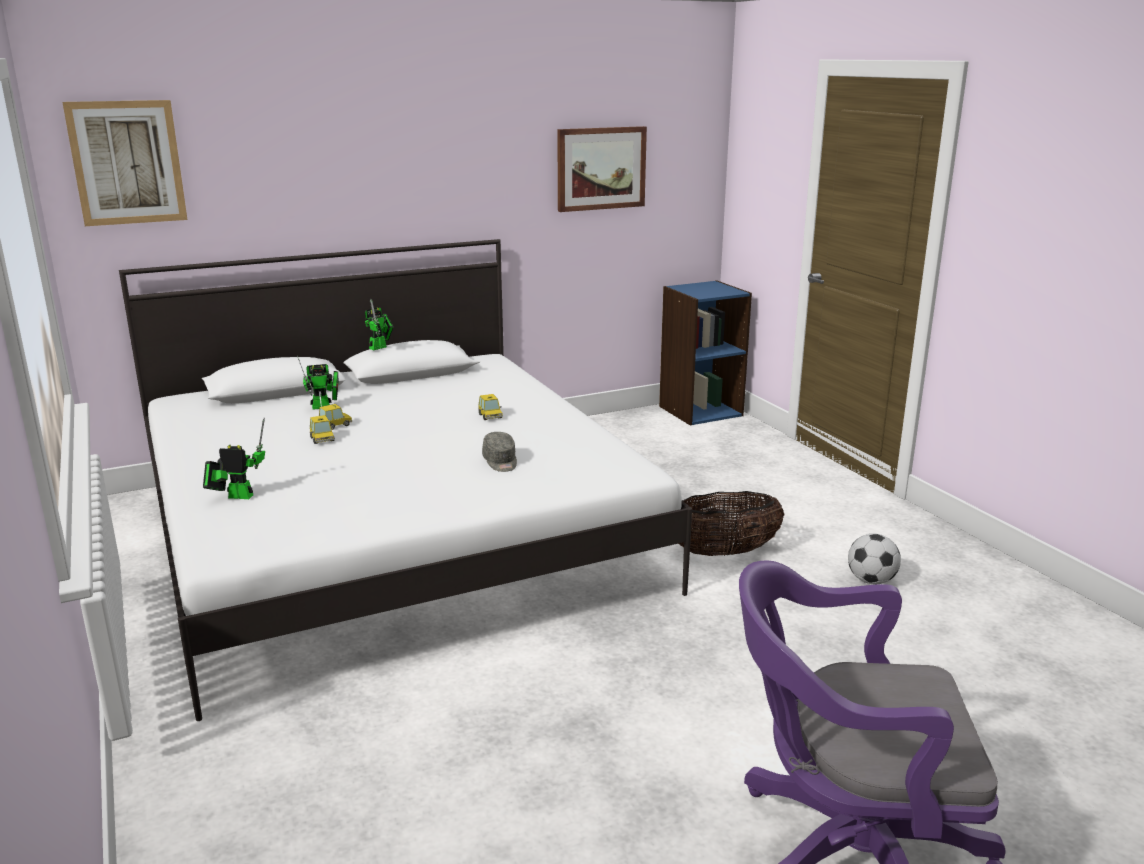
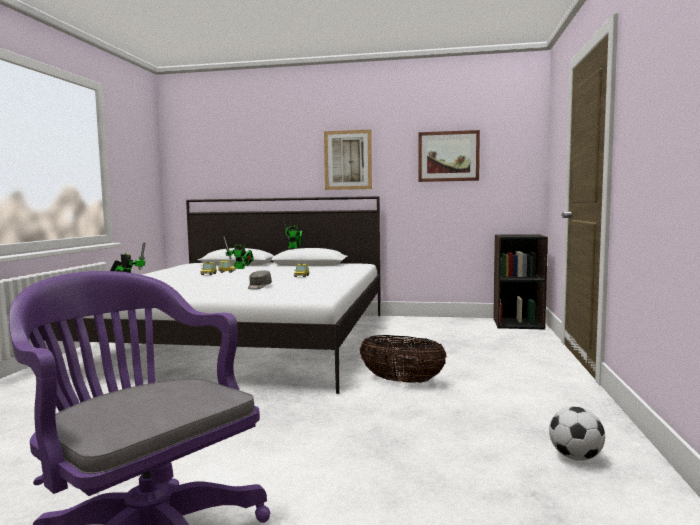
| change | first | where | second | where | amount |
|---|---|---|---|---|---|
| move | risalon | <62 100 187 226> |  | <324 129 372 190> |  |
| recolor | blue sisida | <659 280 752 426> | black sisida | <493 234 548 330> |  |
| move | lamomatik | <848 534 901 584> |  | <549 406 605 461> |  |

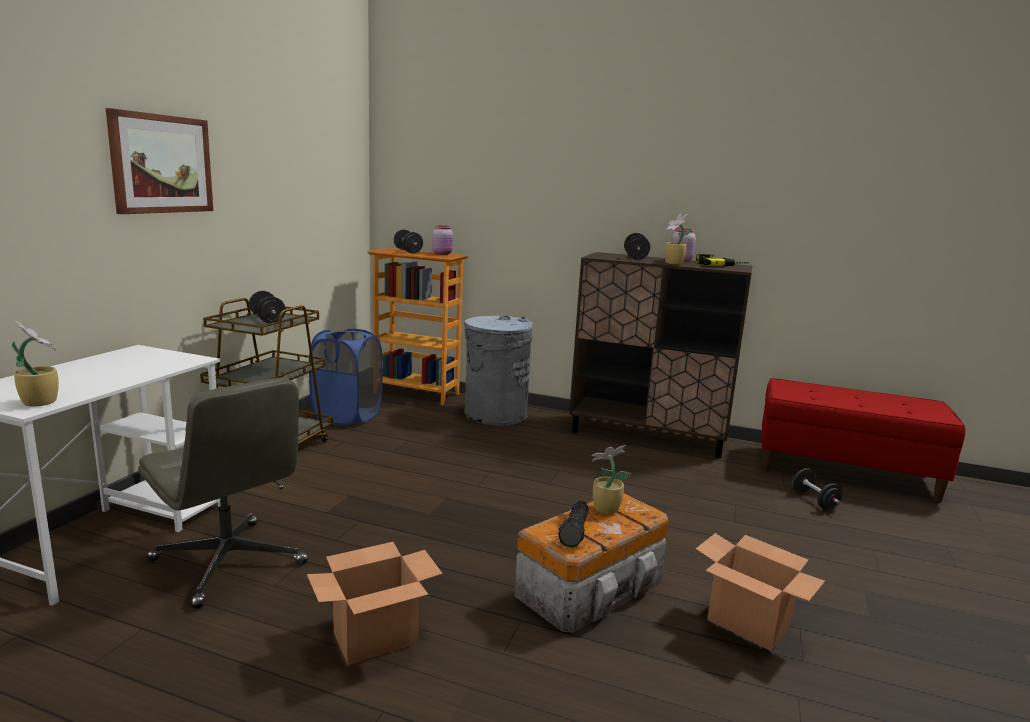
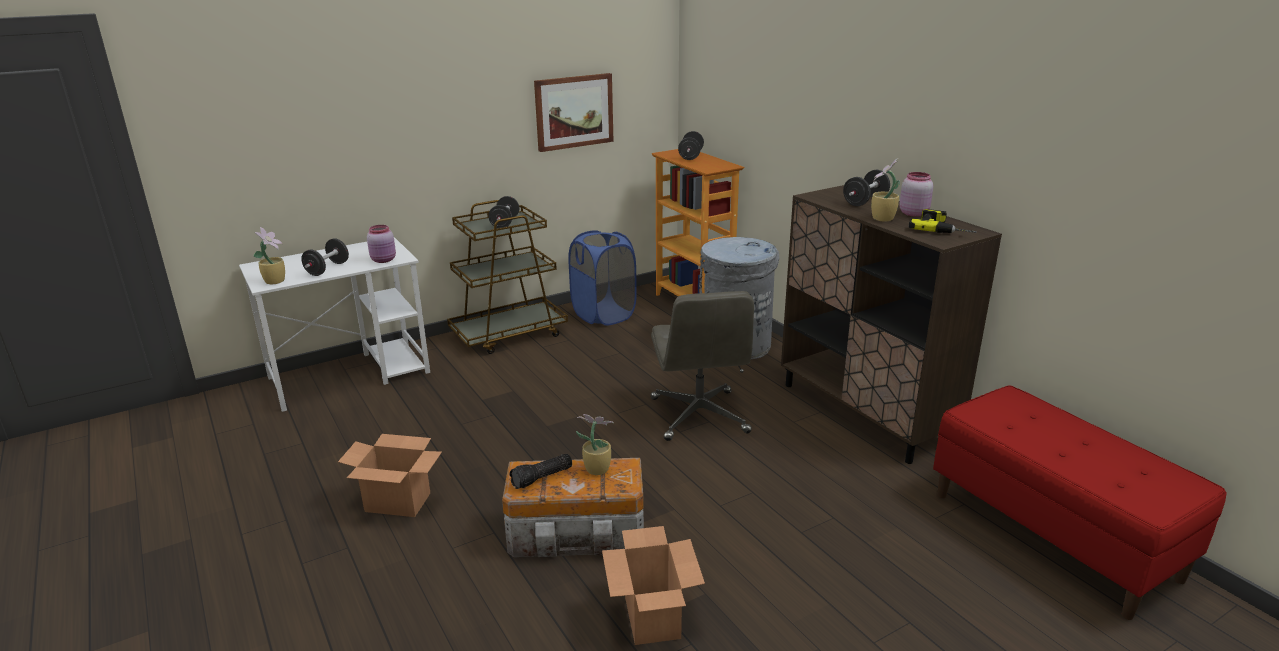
| change | first | where | second | where | amount |
|---|---|---|---|---|---|
| move | risalon | <106 108 213 214> |  | <534 73 614 152> |  |
| move | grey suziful | <138 377 308 609> |  | <651 291 754 441> |  |
| move | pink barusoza | <432 225 453 255> |  | <367 225 396 263> |  |
| move | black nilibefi | <792 468 843 510> |  | <301 238 349 276> |  |

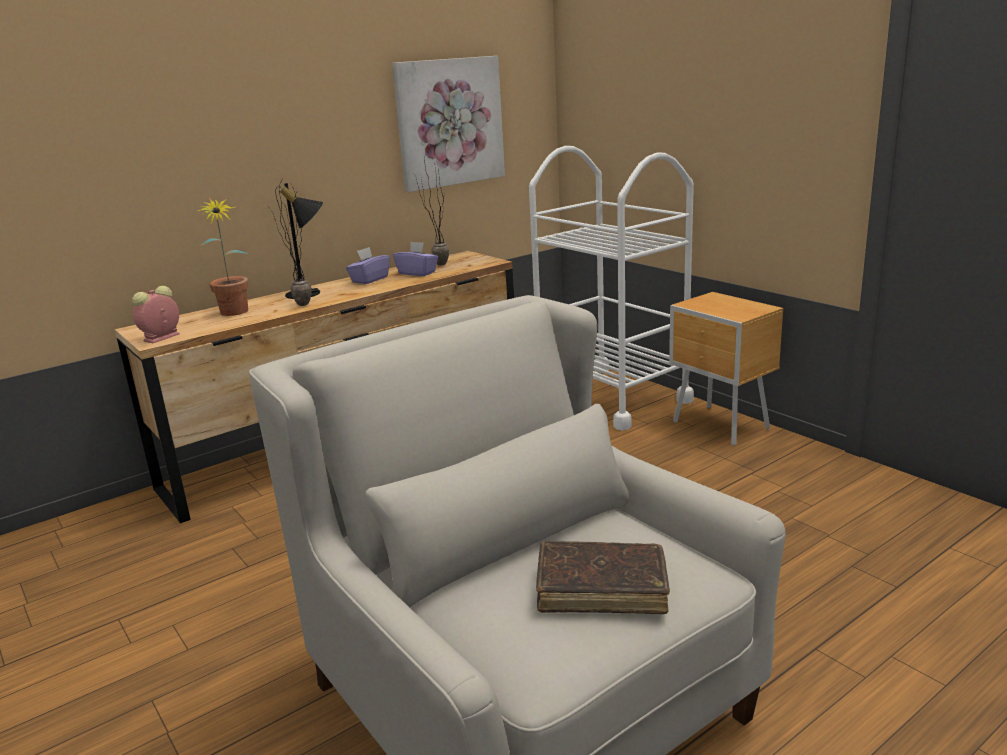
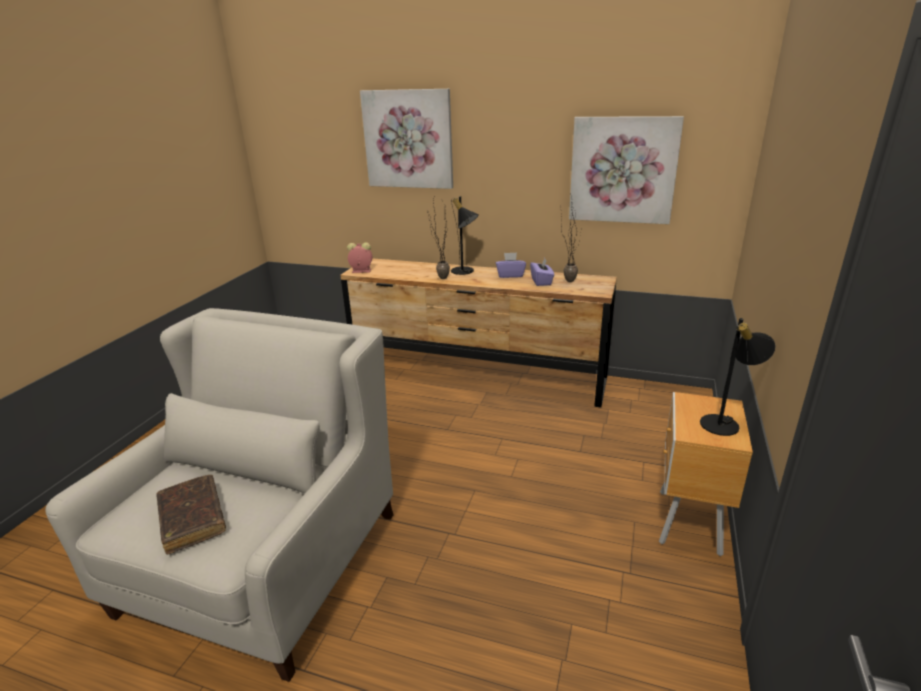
| change | first | where | second | where | amount |
|---|---|---|---|---|---|
| delete | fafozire | <198 198 249 316> |  |  |  |
| delete | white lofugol | <529 146 694 431> |  |  |  |
| insert |  |  | risalon | <360 89 453 189> |  |
| insert |  |  | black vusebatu | <700 318 776 436> |  |

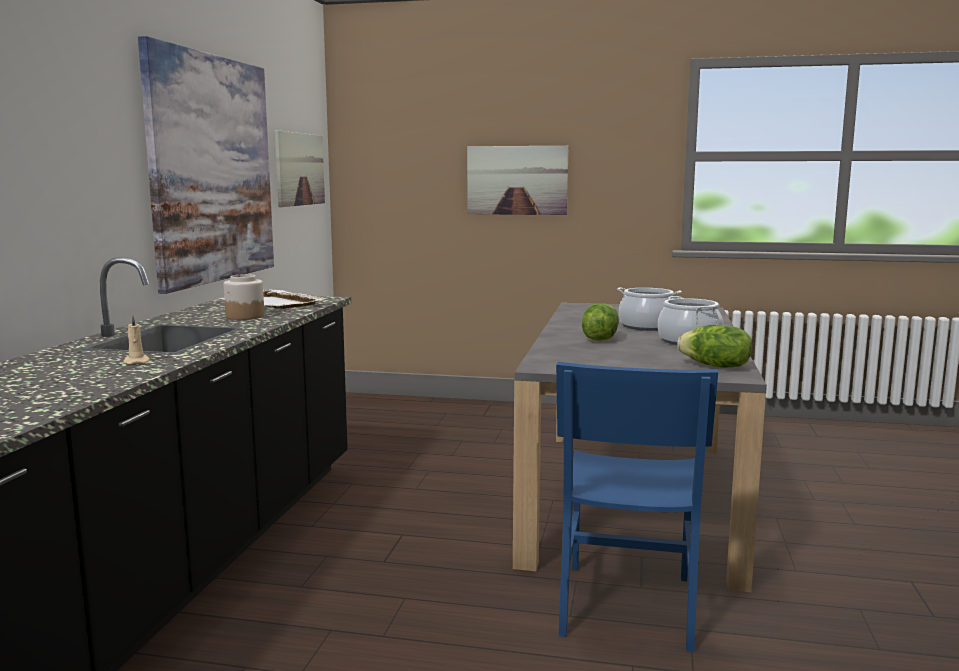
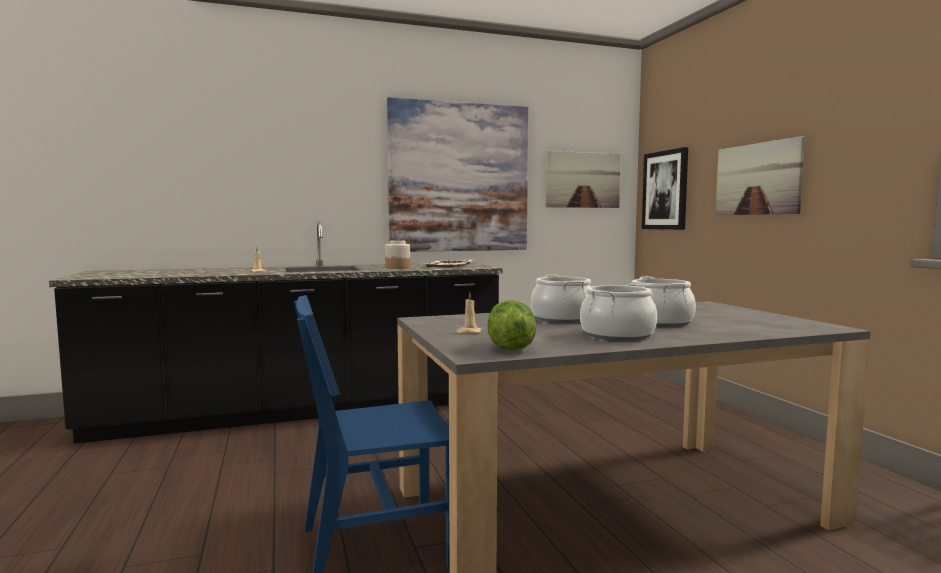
| change | first | where | second | where | amount |
|---|---|---|---|---|---|
| replace | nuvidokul | <582 303 619 341> | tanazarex | <531 275 591 323> |  |
| insert |  |  | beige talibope | <456 292 481 333> |  |
| insert |  |  | risalon | <642 147 688 230> |  |

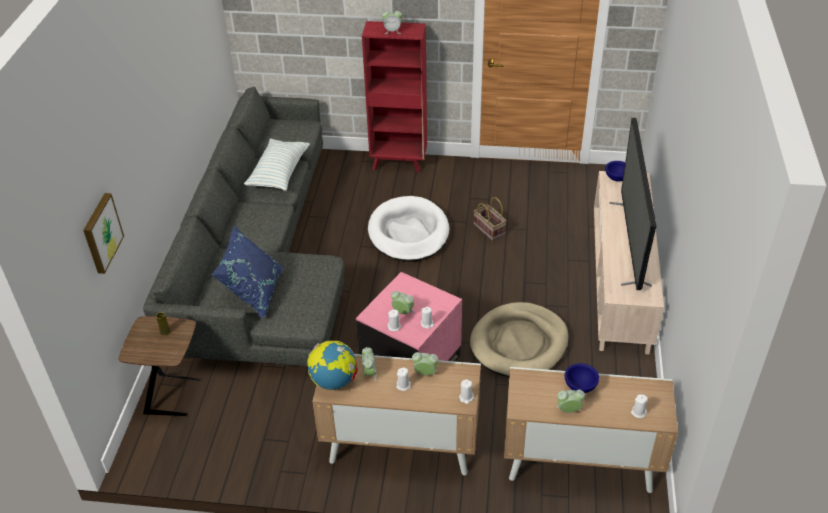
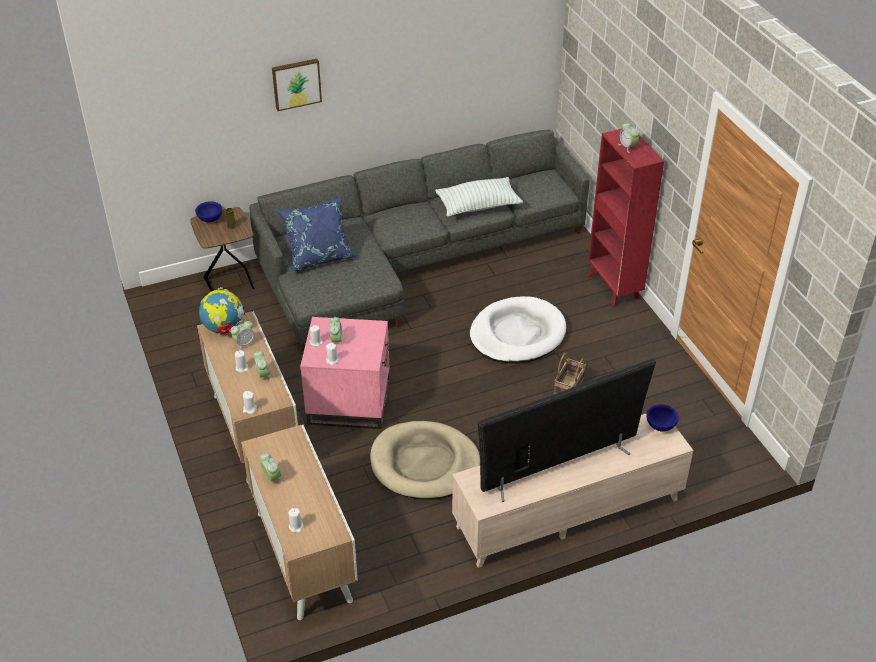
| change | first | where | second | where | amount |
|---|---|---|---|---|---|
| move | risalon | <83 193 124 274> |  | <272 59 322 111> |  |
| move | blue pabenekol | <565 363 599 393> |  | <195 201 222 222> |  |

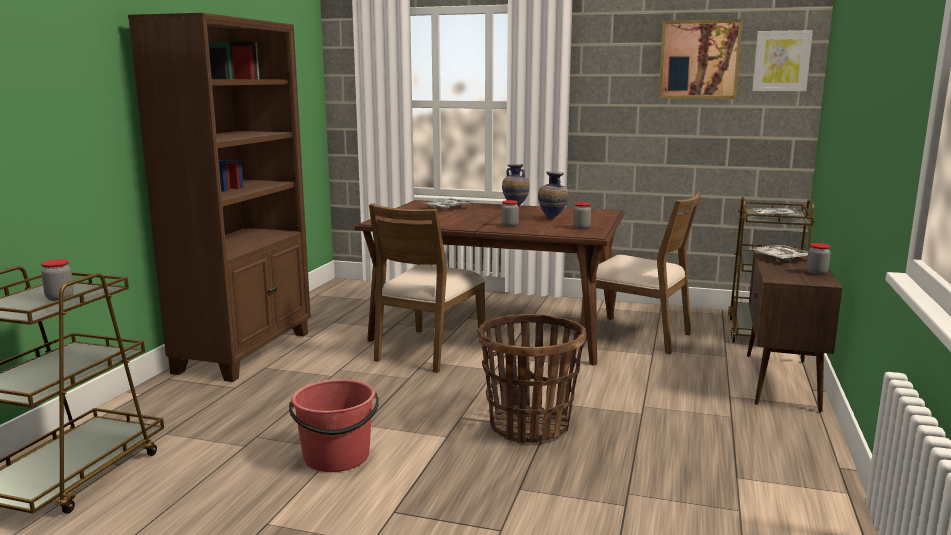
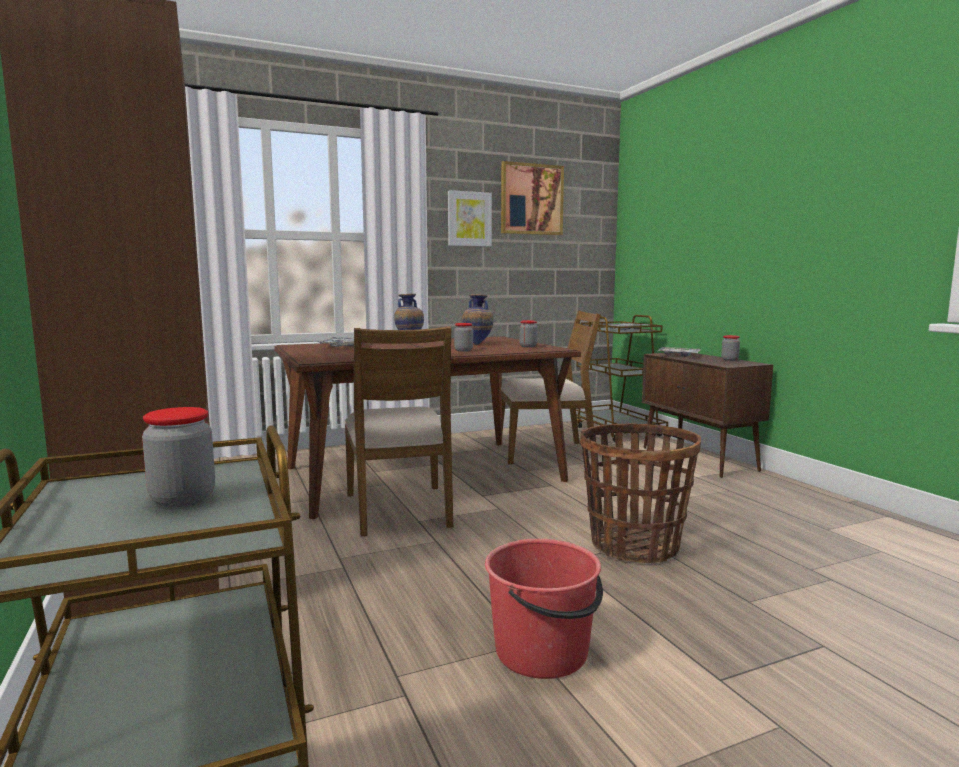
| change | first | where | second | where | amount |
|---|---|---|---|---|---|
| move | risalon | <752 30 813 91> |  | <448 190 492 247> |  |

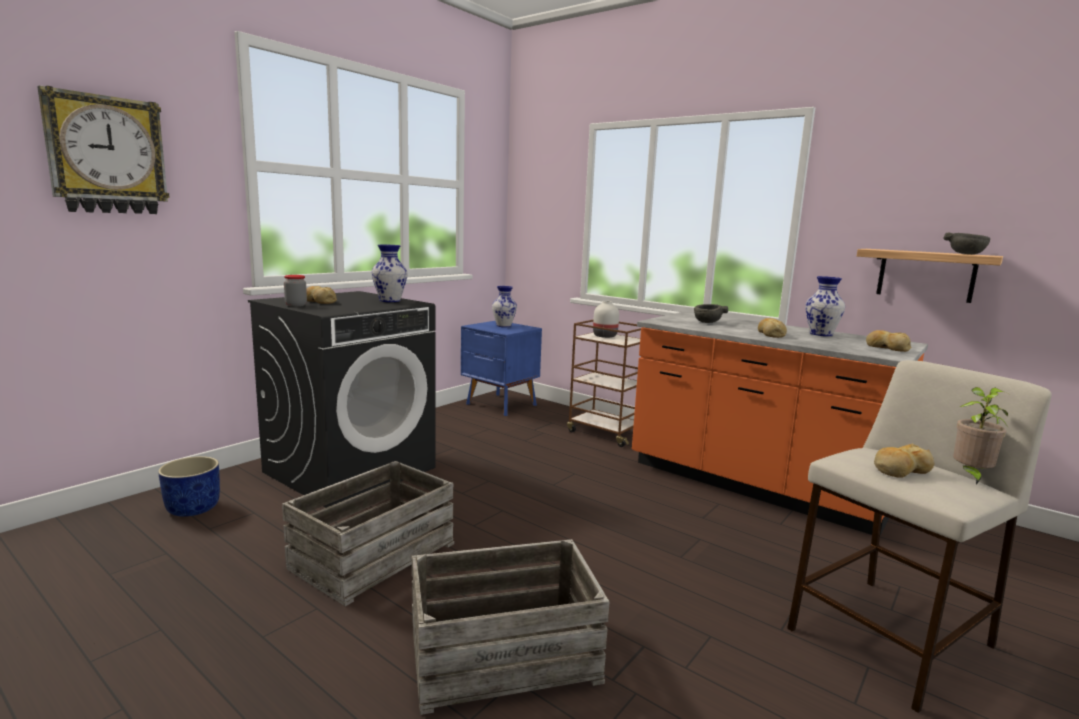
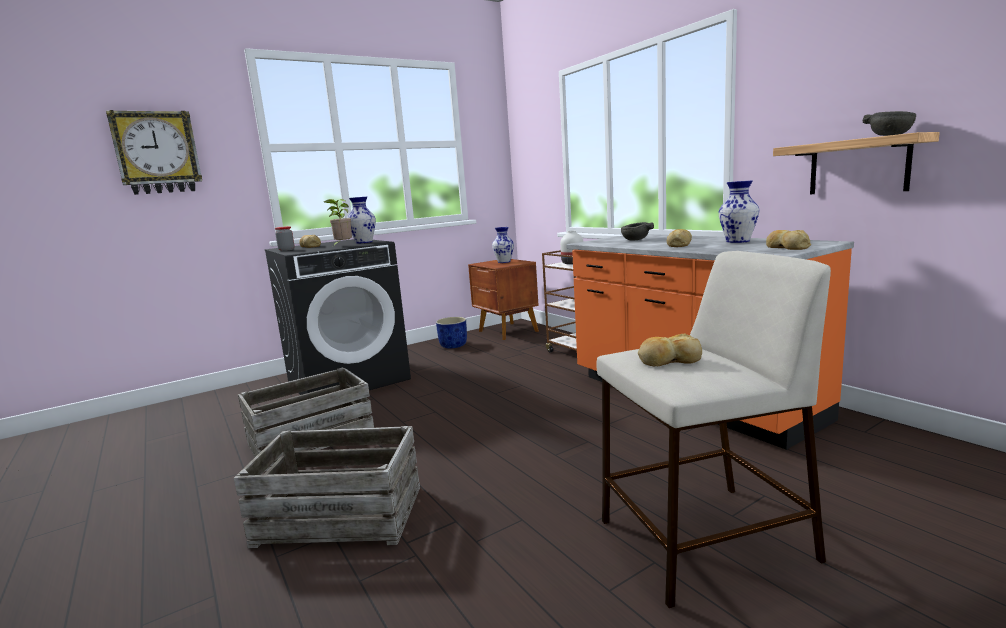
| change | first | where | second | where | amount |
|---|---|---|---|---|---|
| move | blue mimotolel | <158 456 220 517> |  | <436 317 467 348> |  |
| recolor | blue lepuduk | <461 321 542 416> | brown lepuduk | <468 259 539 340> |  |
| move | fafozire | <953 387 1008 484> |  | <324 199 352 246> |  |

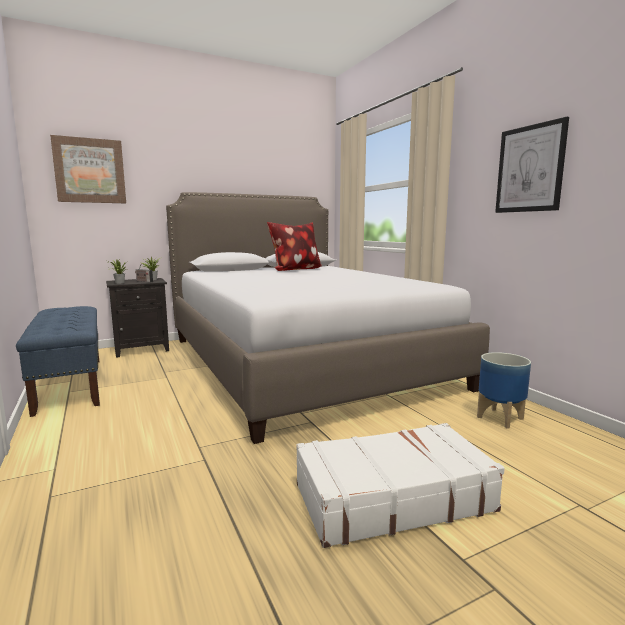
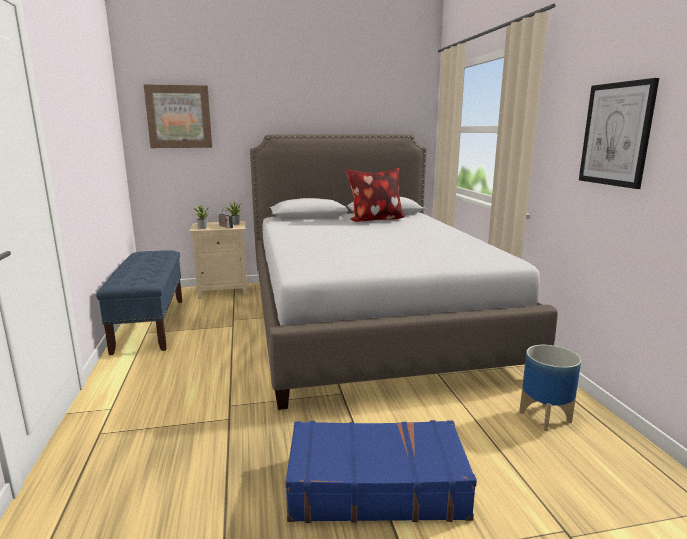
| change | first | where | second | where | amount |
|---|---|---|---|---|---|
| recolor | black lepuduk | <106 278 169 358> | beige lepuduk | <189 221 247 299> |  |
| recolor | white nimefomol | <296 423 505 548> | blue nimefomol | <285 420 477 523> |  |

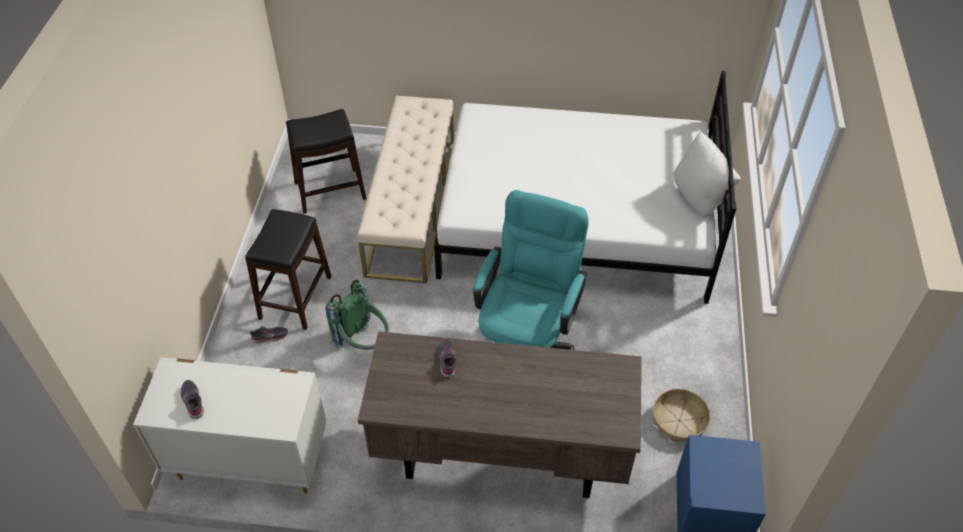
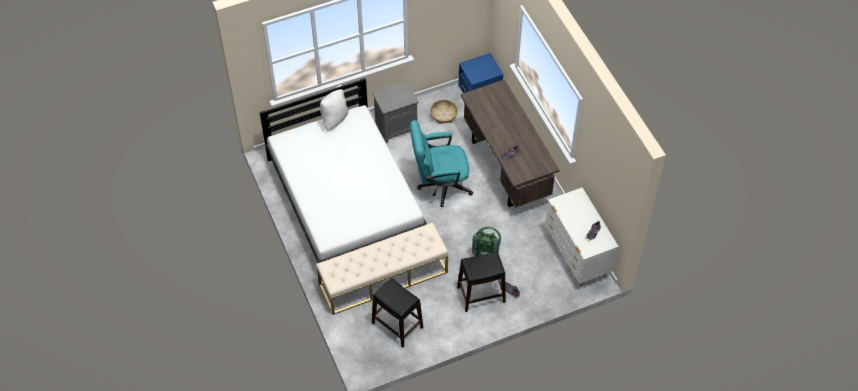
| change | first | where | second | where | amount |
|---|---|---|---|---|---|
| insert |  |  | grey lepuduk | <372 81 419 143> |  |

